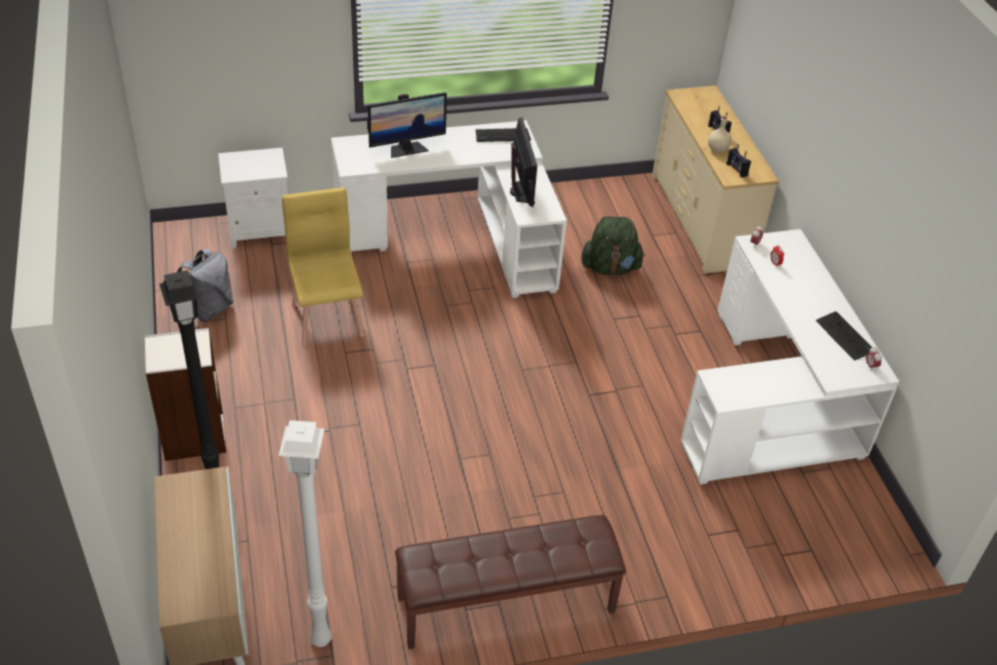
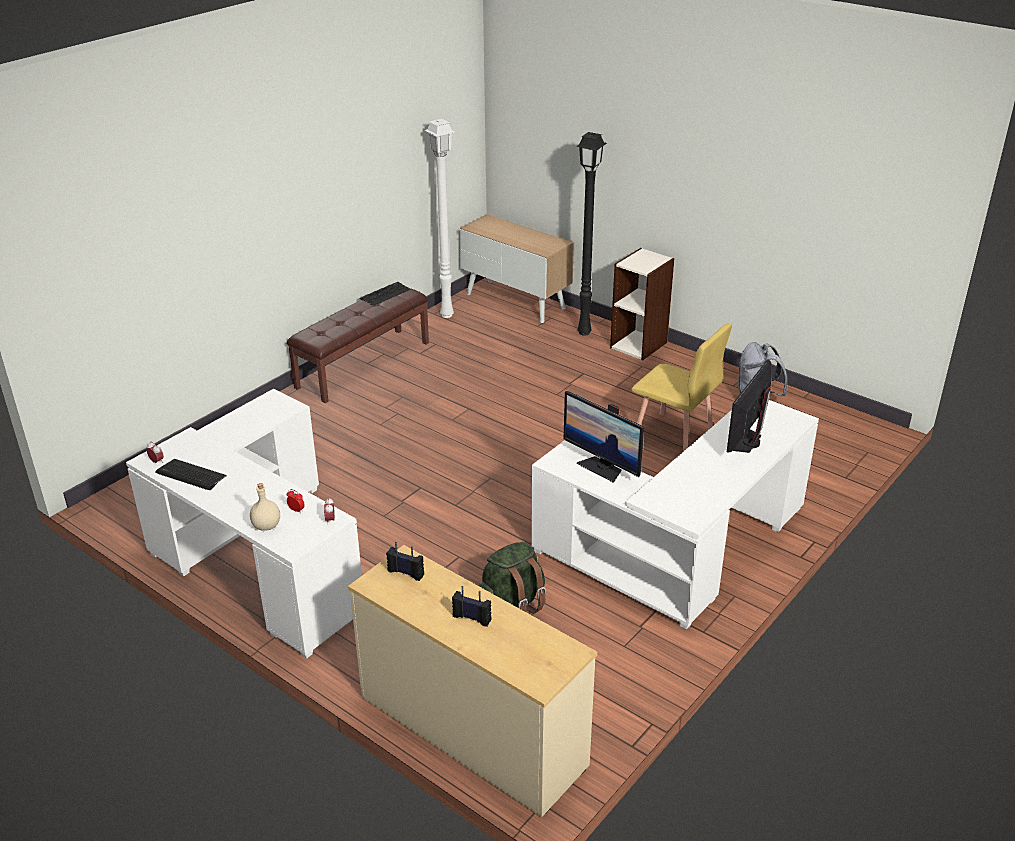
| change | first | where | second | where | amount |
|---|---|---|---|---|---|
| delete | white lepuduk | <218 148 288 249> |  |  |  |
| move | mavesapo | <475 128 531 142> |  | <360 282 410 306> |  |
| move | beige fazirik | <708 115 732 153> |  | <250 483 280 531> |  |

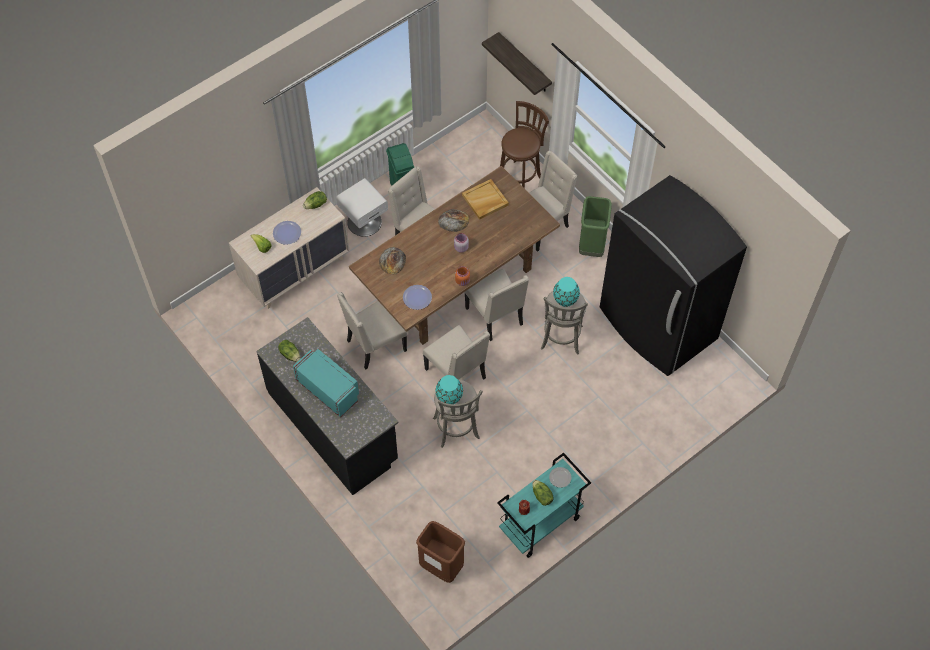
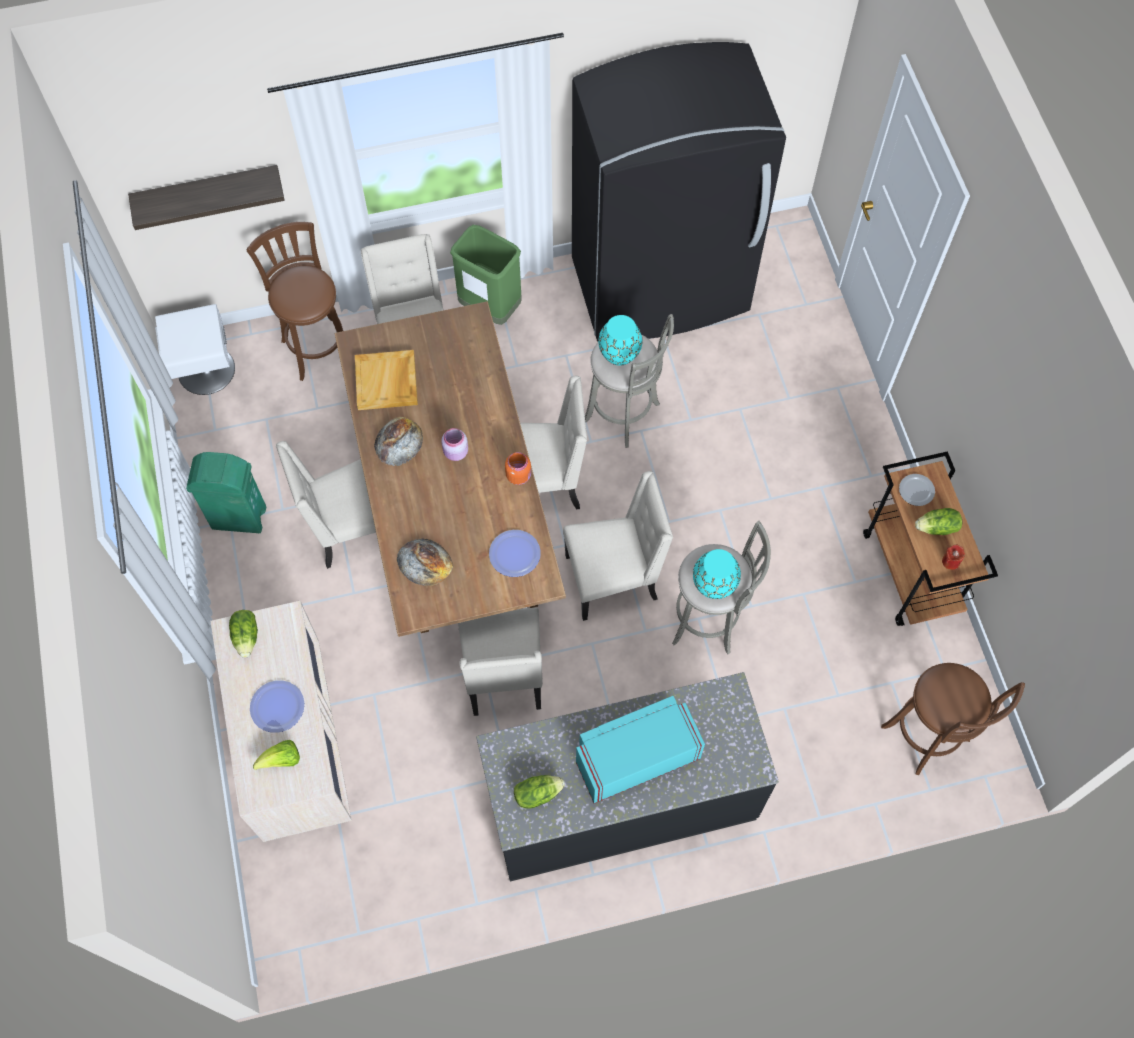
| change | first | where | second | where | amount |
|---|---|---|---|---|---|
| move | white lepuduk | <336 178 388 237> |  | <155 304 235 395> |  |
| replace | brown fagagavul | <416 521 465 583> | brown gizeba | <881 663 1025 775> |  |
| recolor | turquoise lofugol | <497 453 591 558> | brown lofugol | <863 451 998 626> |  |

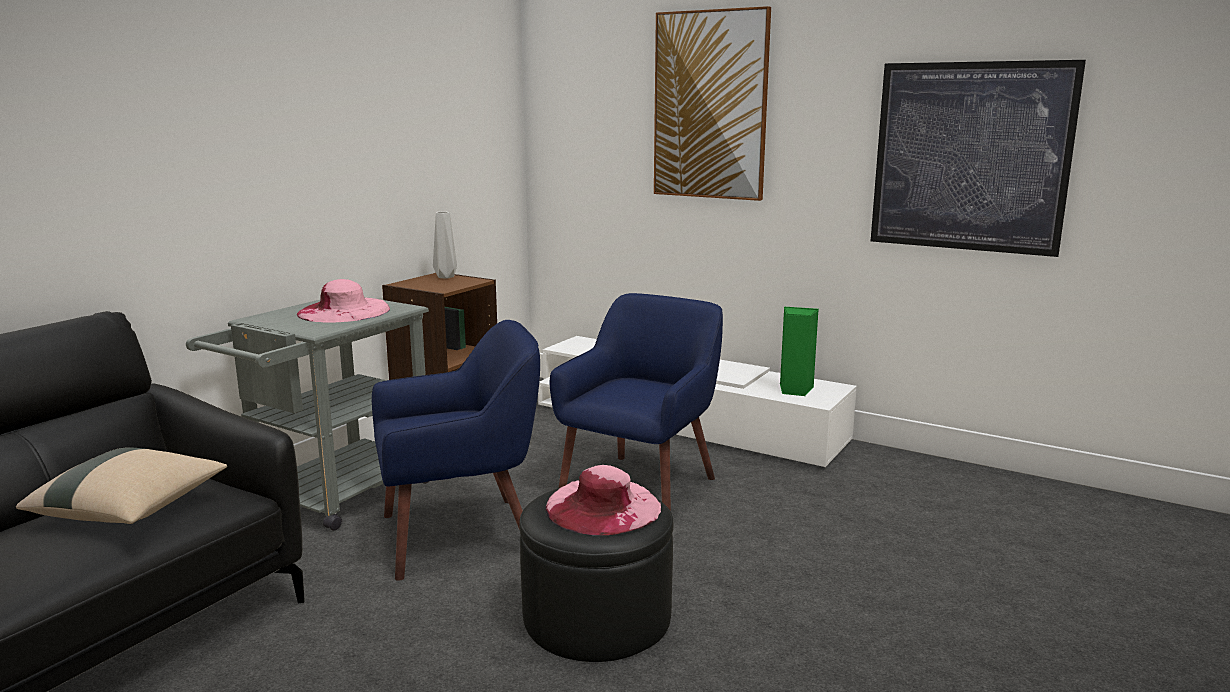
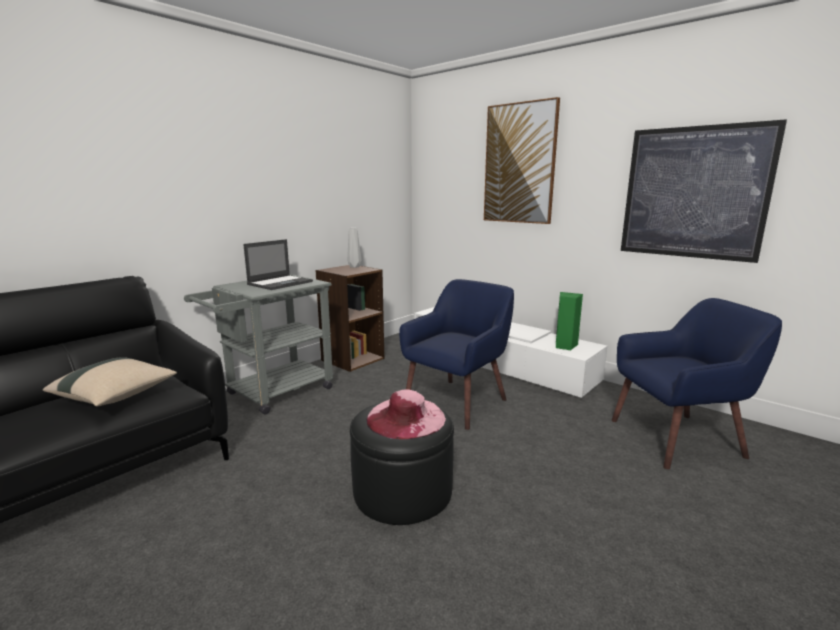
| change | first | where | second | where | amount |
|---|---|---|---|---|---|
| replace | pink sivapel | <297 279 390 322> | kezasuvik | <243 239 313 290> |  |
| move | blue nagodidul | <372 320 540 581> |  | <611 298 782 469> |  |

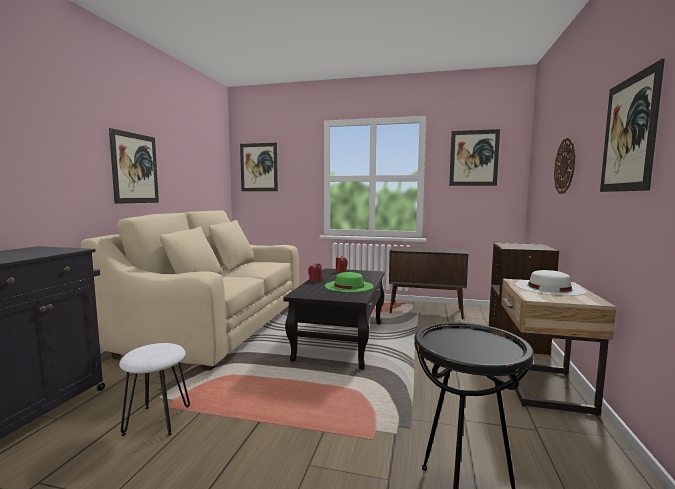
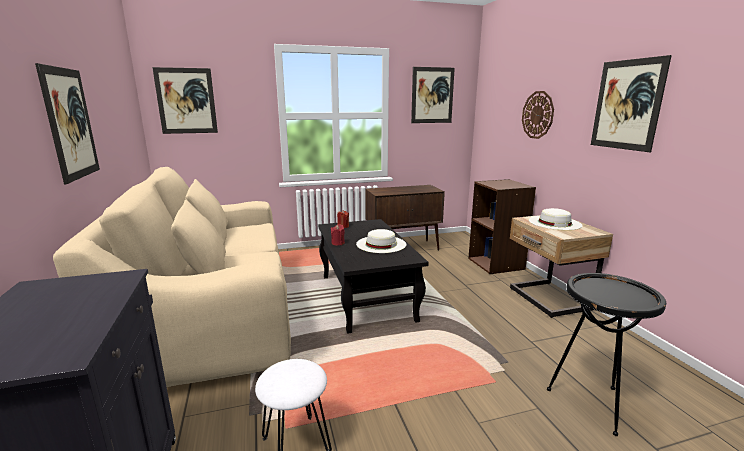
| change | first | where | second | where | amount |
|---|---|---|---|---|---|
| recolor | green sivapel | <325 272 374 292> | white sivapel | <356 229 406 253> |  |

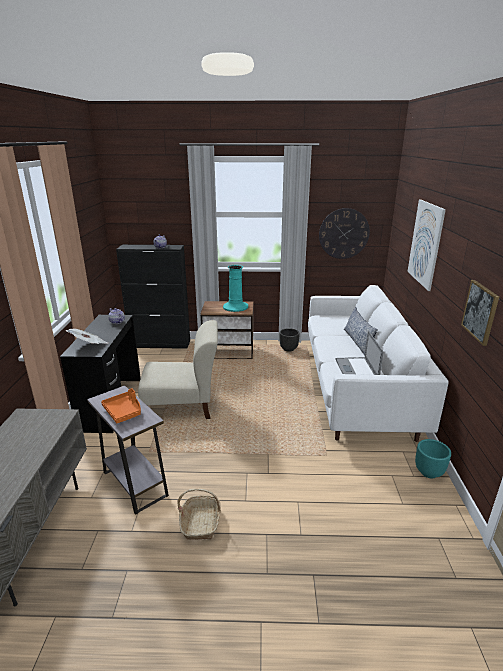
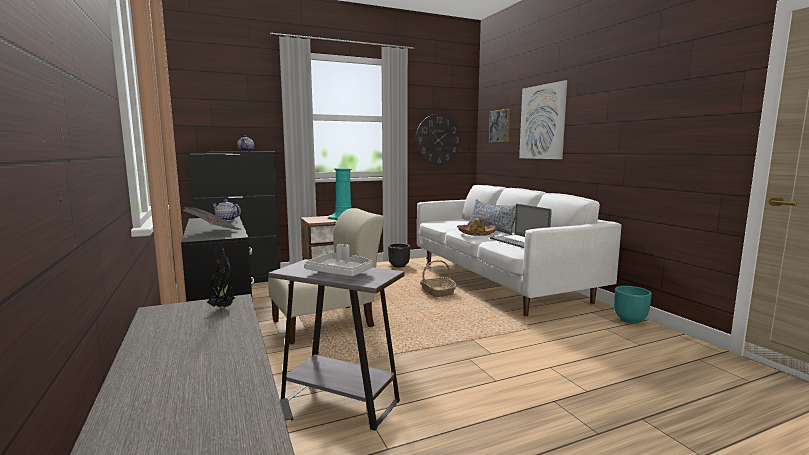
| change | first | where | second | where | amount |
|---|---|---|---|---|---|
| recolor | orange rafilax | <101 388 141 423> | grey rafilax | <304 244 372 276> |  |
| move | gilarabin | <177 489 221 540> |  | <420 260 457 297> |  |
| move | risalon | <461 280 499 346> |  | <489 109 510 142> |  |
| insert |  |  | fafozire | <207 242 235 308> |  |
| insert |  |  | sivapel | <457 218 498 236> |  |

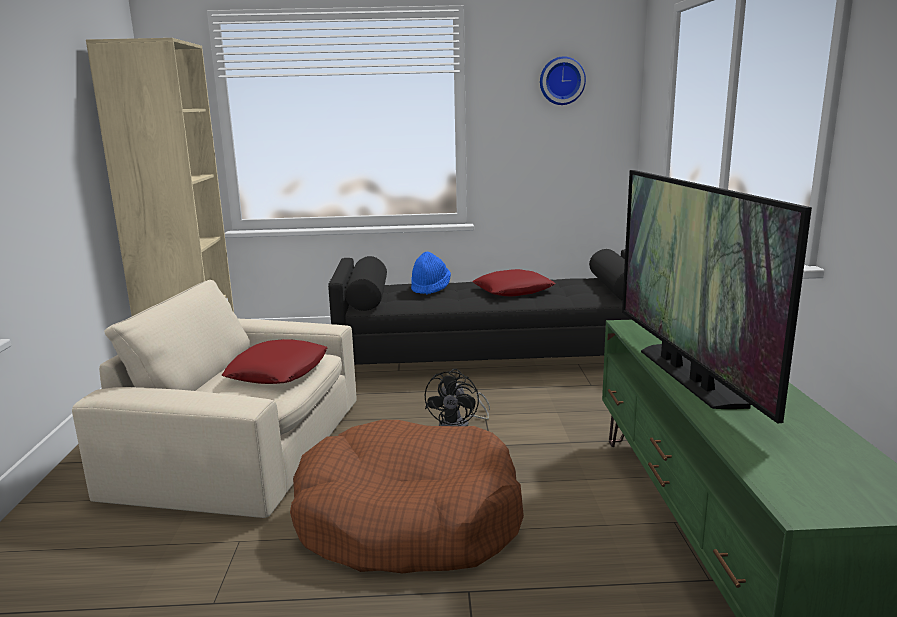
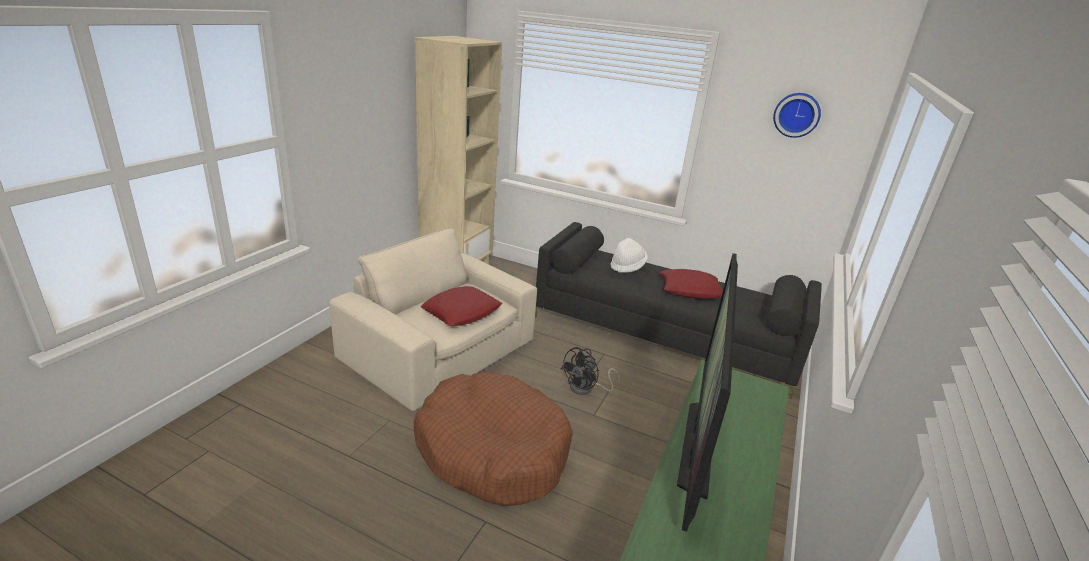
| change | first | where | second | where | amount |
|---|---|---|---|---|---|
| recolor | blue sivapel | <411 252 451 295> | white sivapel | <611 238 648 273> |  |

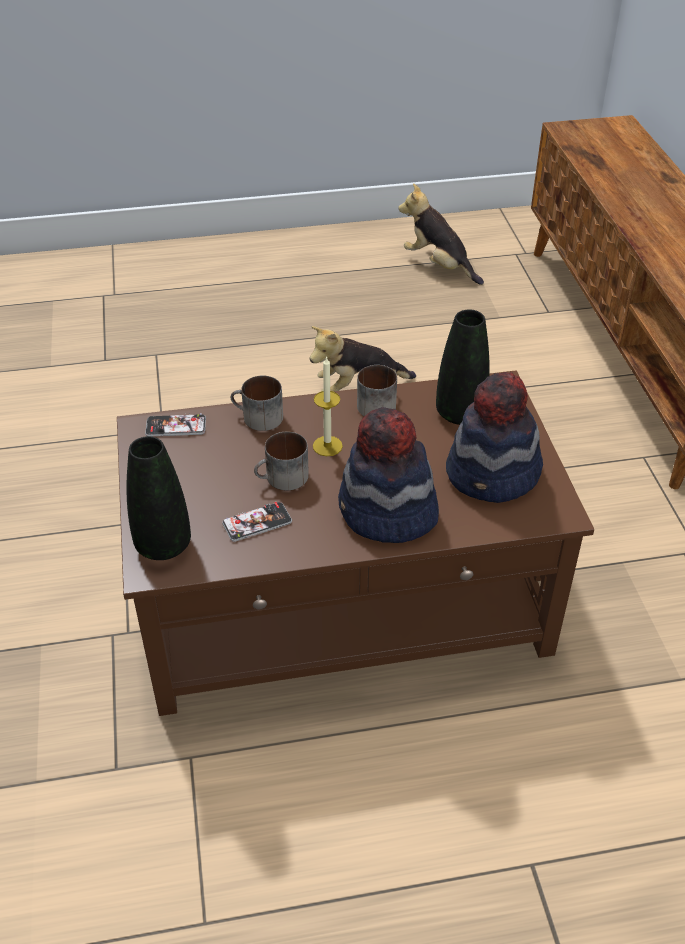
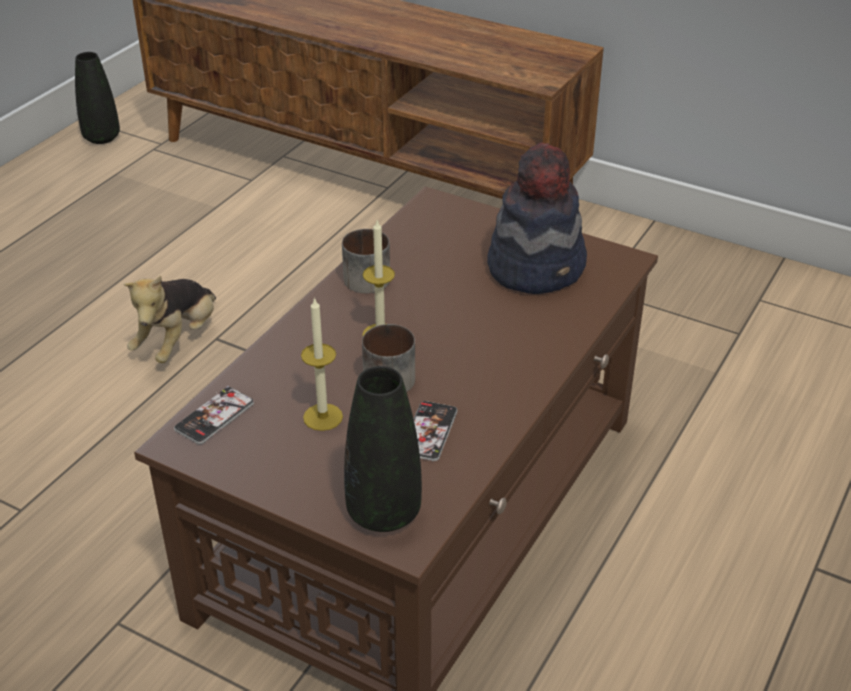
| change | first | where | second | where | amount |
|---|---|---|---|---|---|
| delete | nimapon | <231 376 283 431> |  |  |  |
| delete | sivapel | <338 407 439 543> |  |  |  |
| delete | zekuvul | <398 183 484 285> |  |  |  |
| move | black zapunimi | <436 309 490 425> |  | <75 52 120 144> |  |
| insert |  |  | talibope | <301 297 343 431> |  |

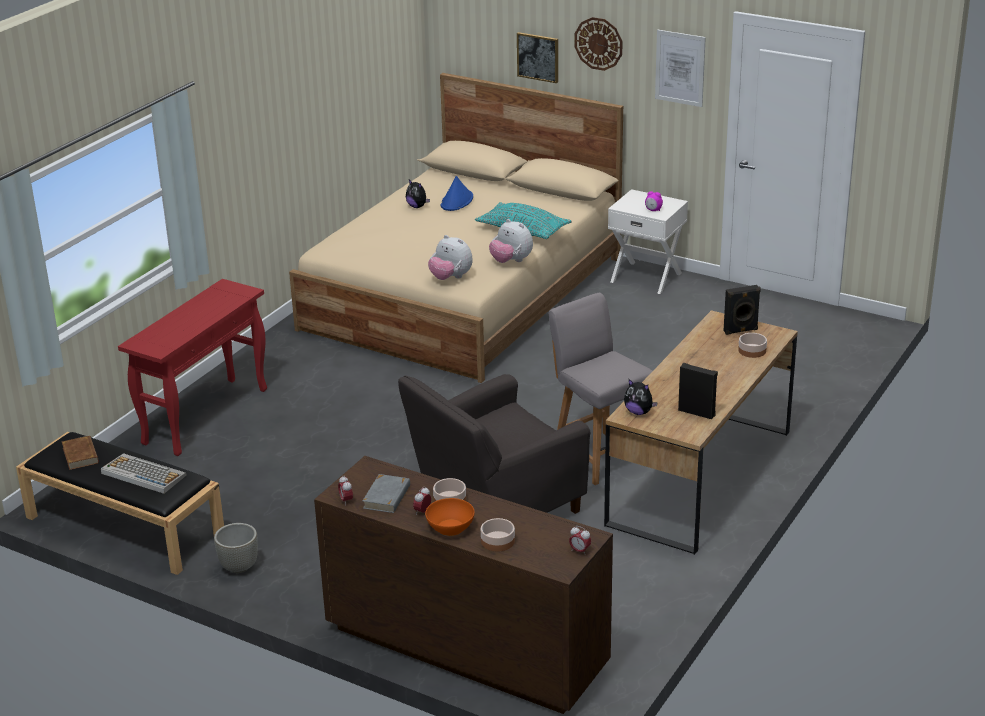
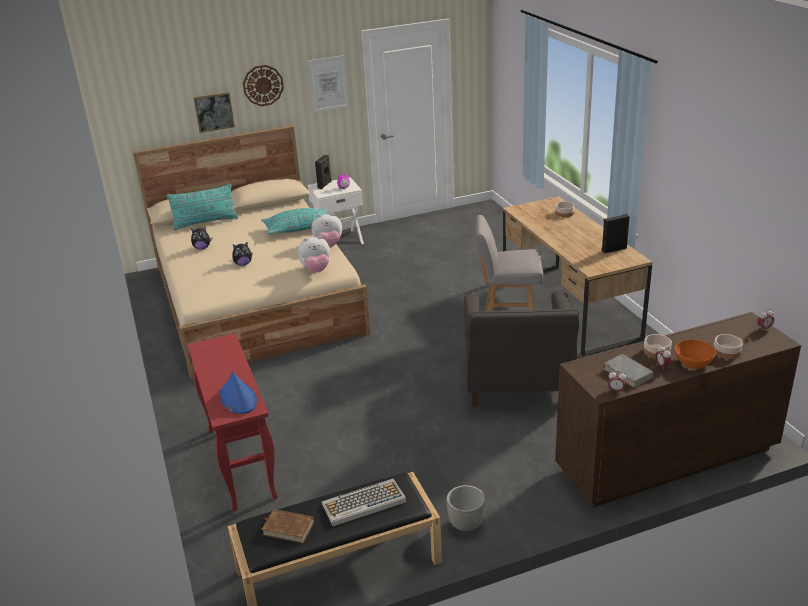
| change | first | where | second | where | amount |
|---|---|---|---|---|---|
| move | blue sivapel | <440 176 473 211> |  | <219 372 257 414> |  |
| move | zekuvul | <624 379 658 415> |  | <232 242 253 266> |  |
| move | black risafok | <723 285 761 335> |  | <315 155 332 189> |  |
| insert |  |  | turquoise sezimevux | <167 184 238 230> |  |

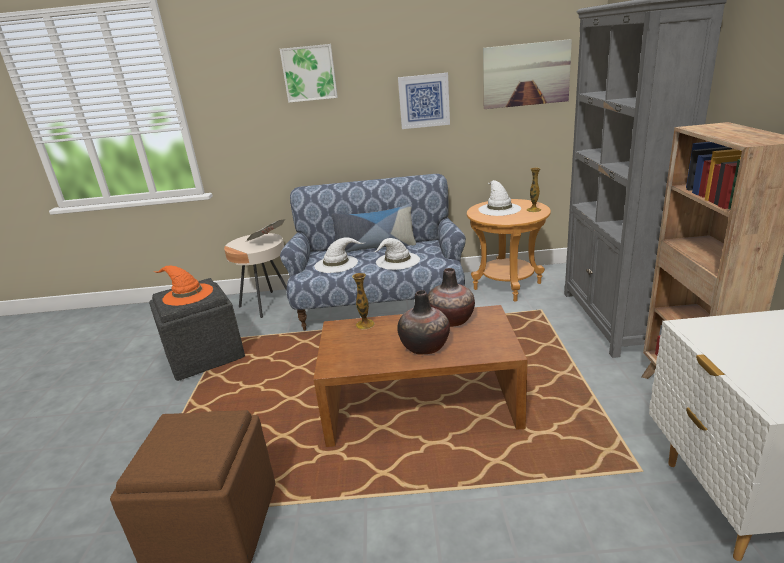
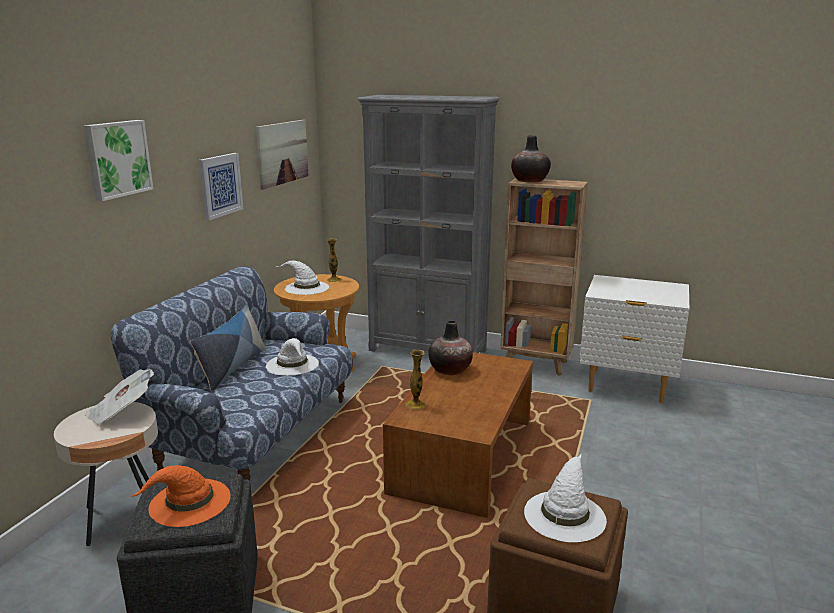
| change | first | where | second | where | amount |
|---|---|---|---|---|---|
| move | white sivapel | <314 237 366 273> |  | <524 454 607 542> |  |
| move | zapunimi | <397 290 450 355> |  | <511 135 551 183> |  |

